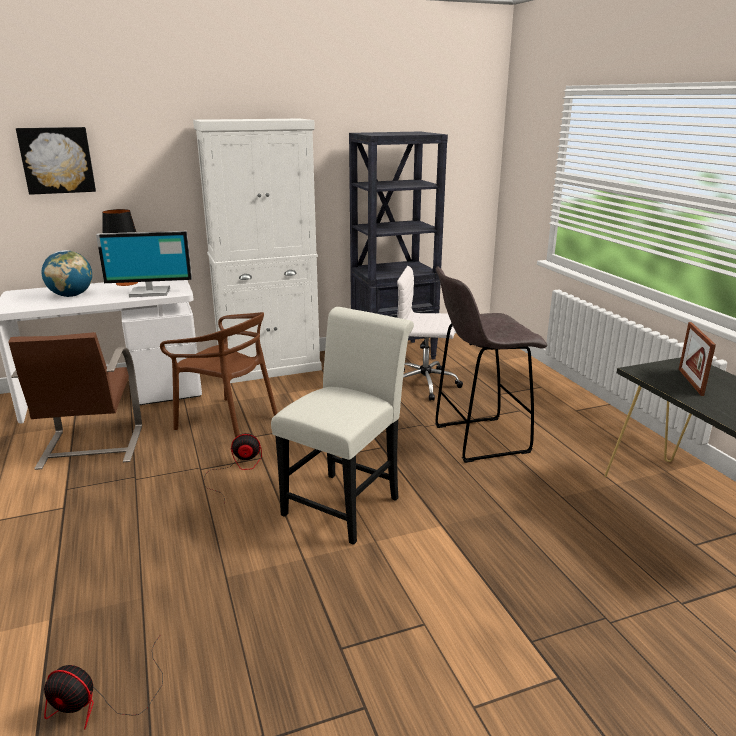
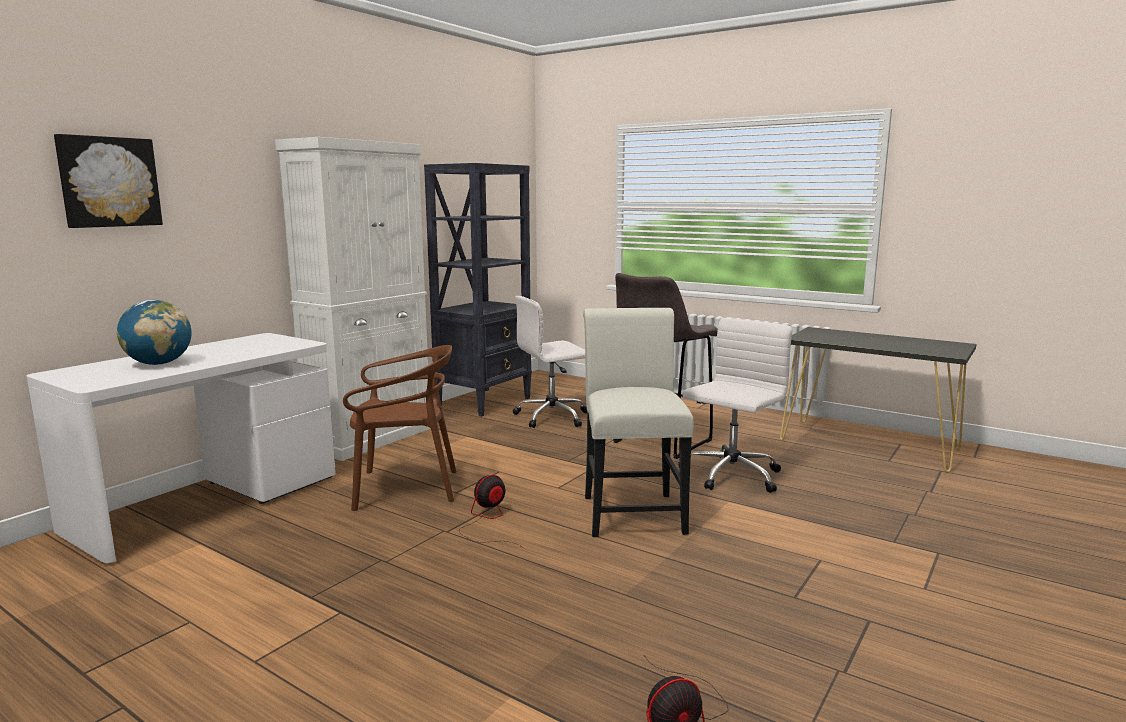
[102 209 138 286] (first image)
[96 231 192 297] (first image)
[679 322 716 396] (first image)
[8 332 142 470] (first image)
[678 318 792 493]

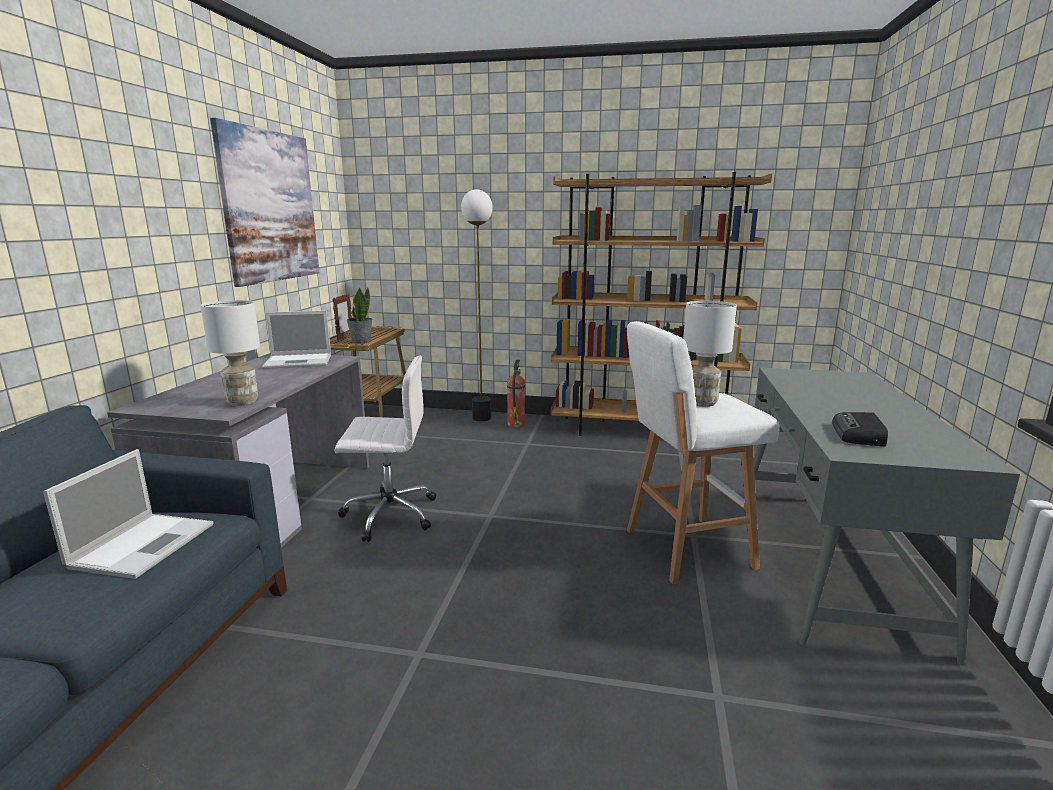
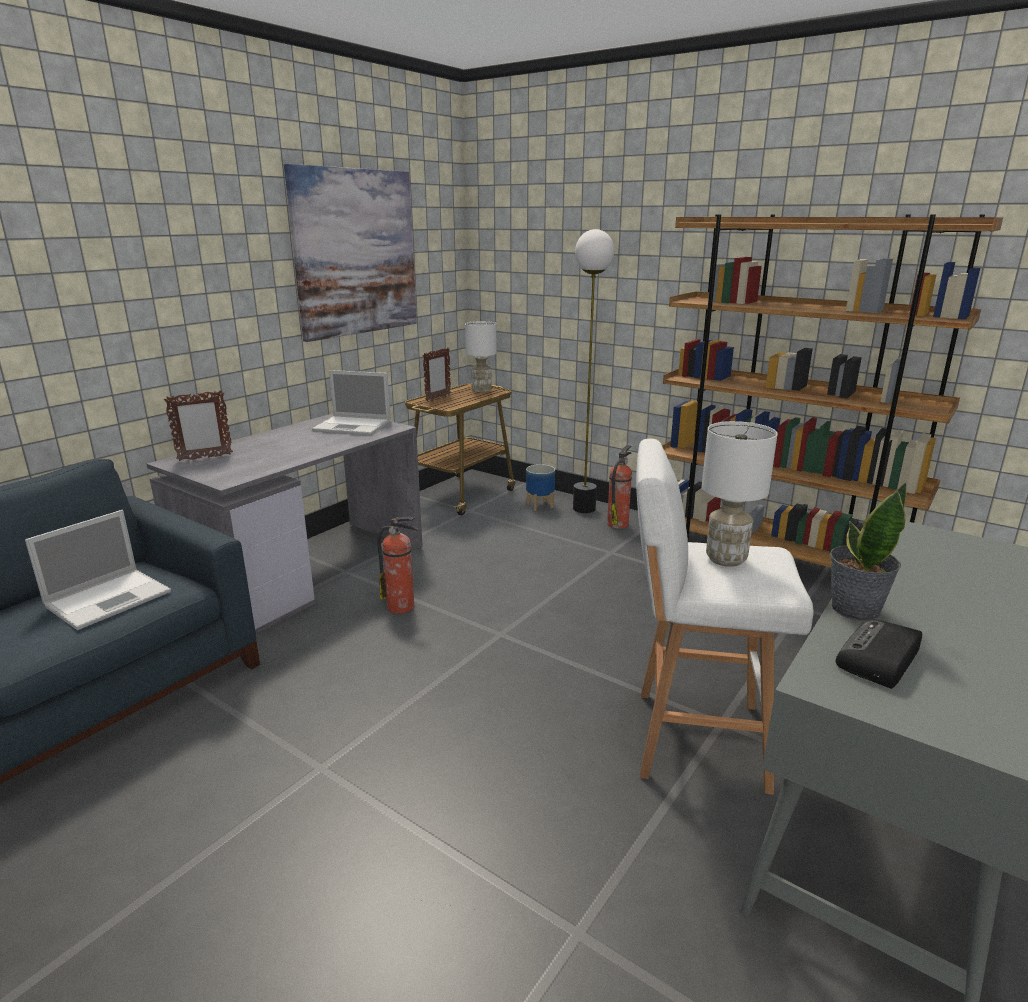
[830 482 907 621]
[465 321 497 392]
[377 517 419 614]
[164 390 233 461]
[526 464 555 511]

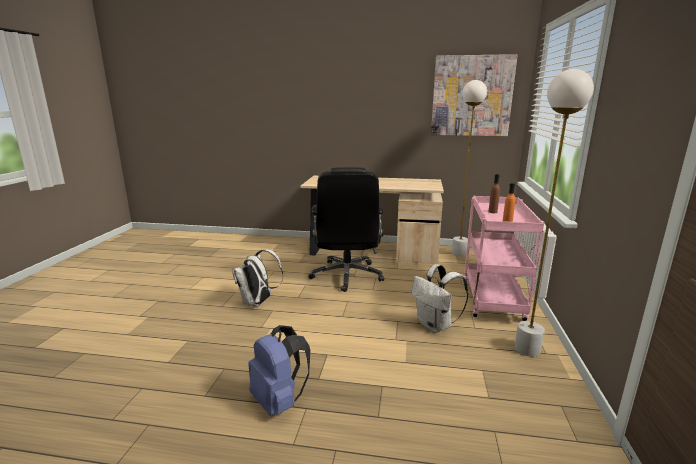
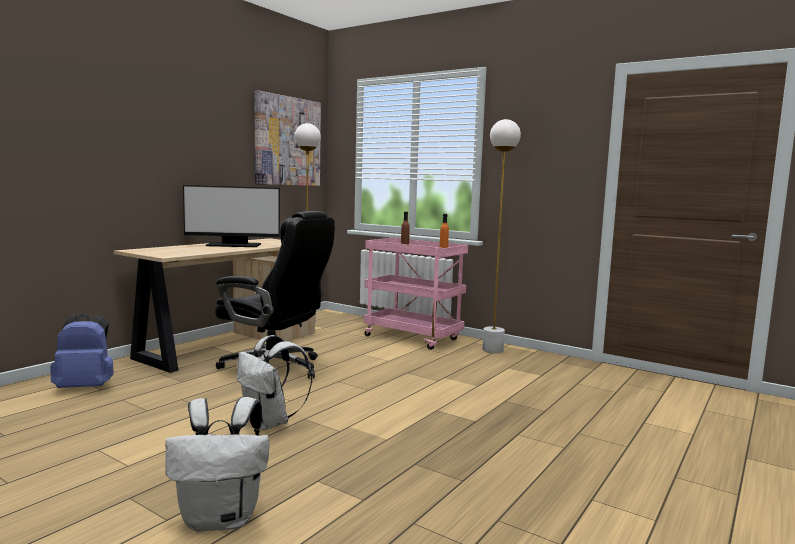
[165 397 270 532]
[50 313 114 388]
[183 185 280 247]

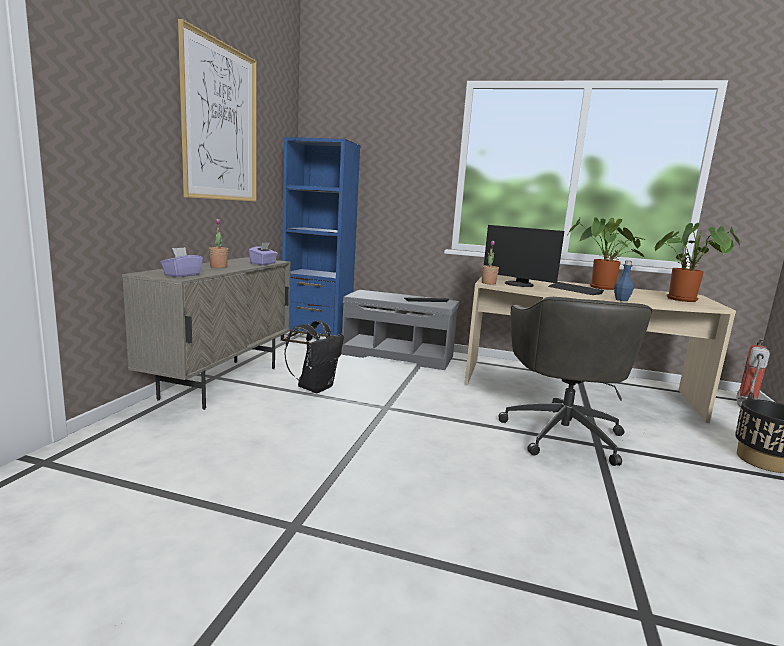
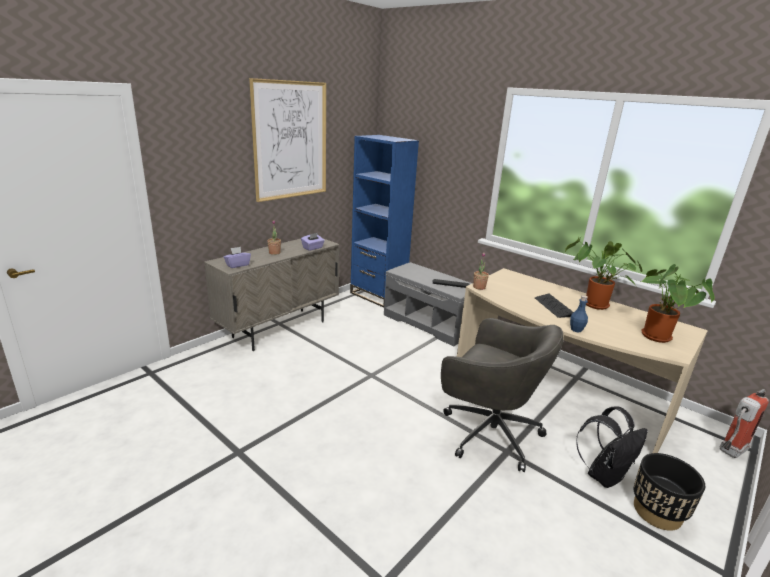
[484 225 564 287] (first image)
[441 318 563 472]
[576 406 648 488]

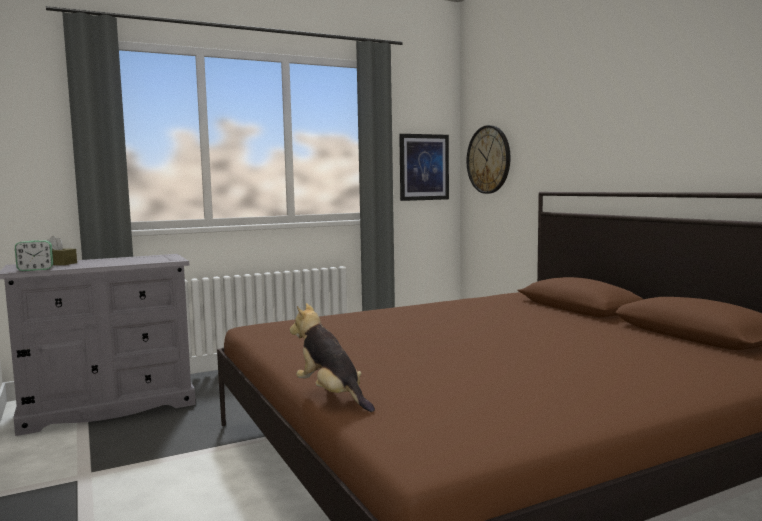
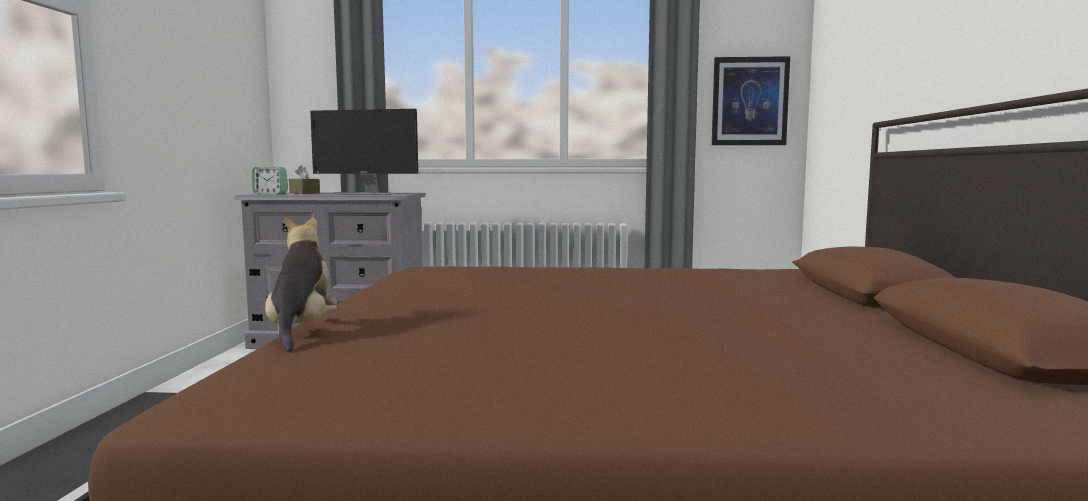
[467 125 510 194] (first image)
[310 109 418 195]

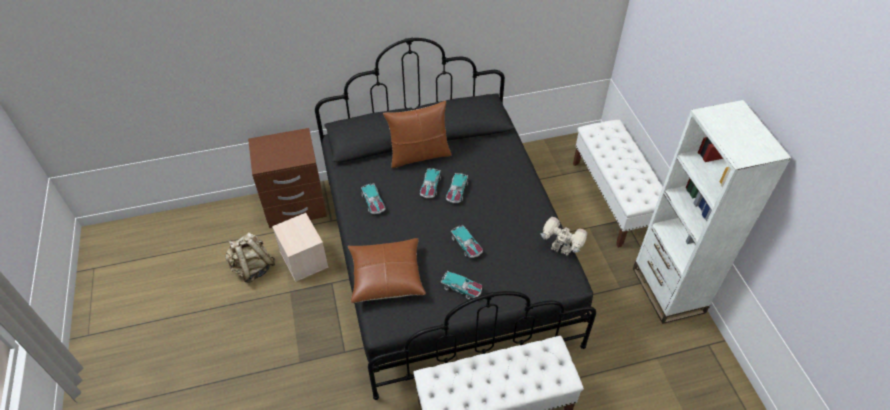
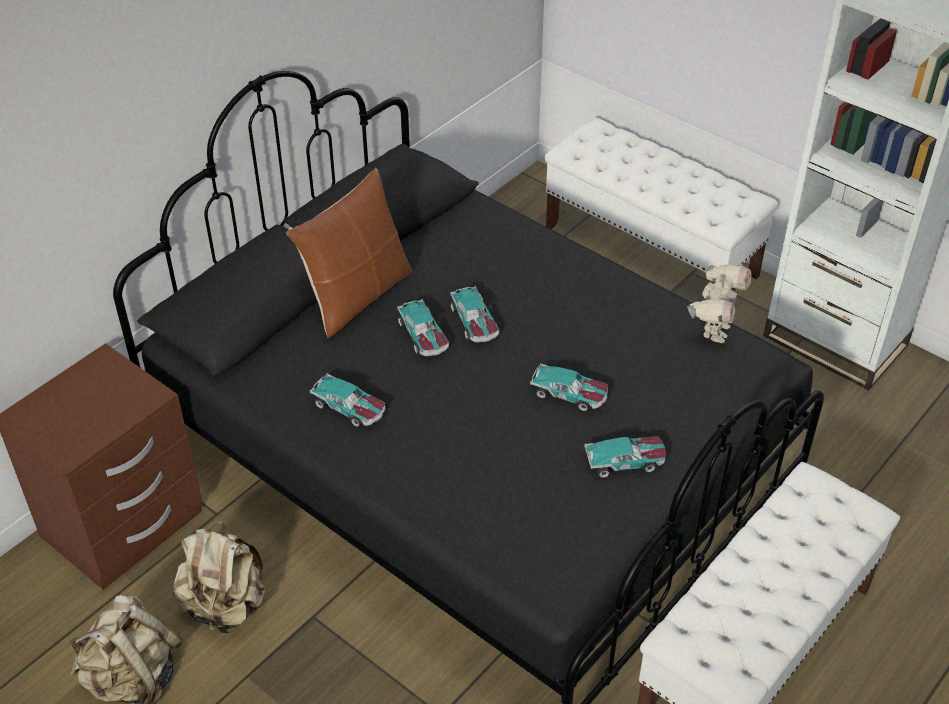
[173 521 266 636]
[687 264 752 343]
[348 238 426 303] (first image)

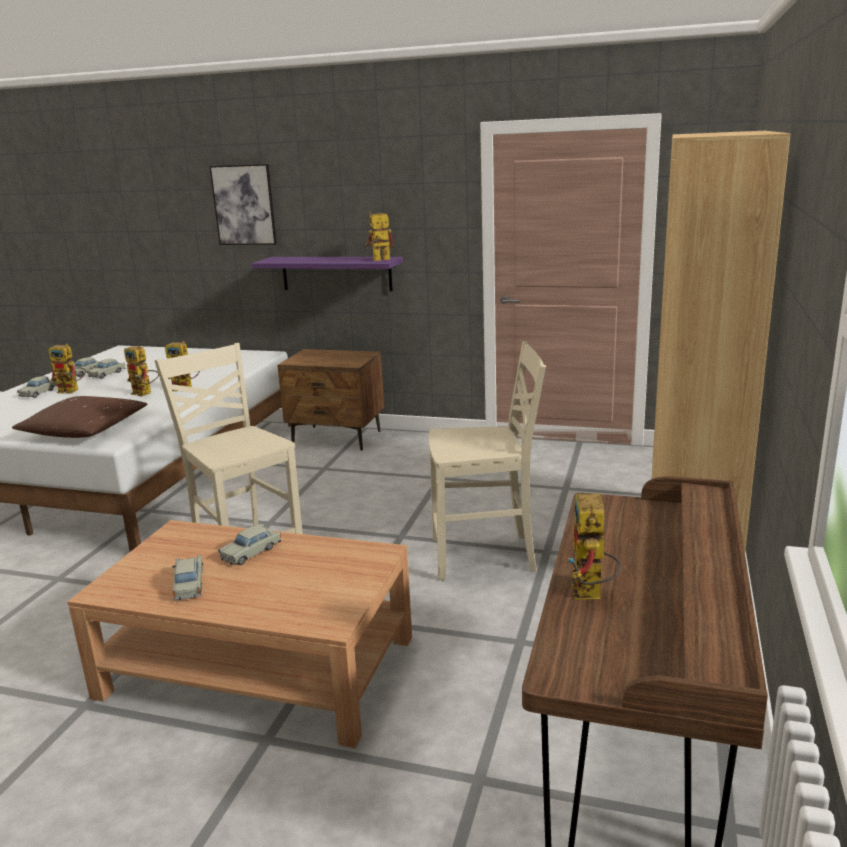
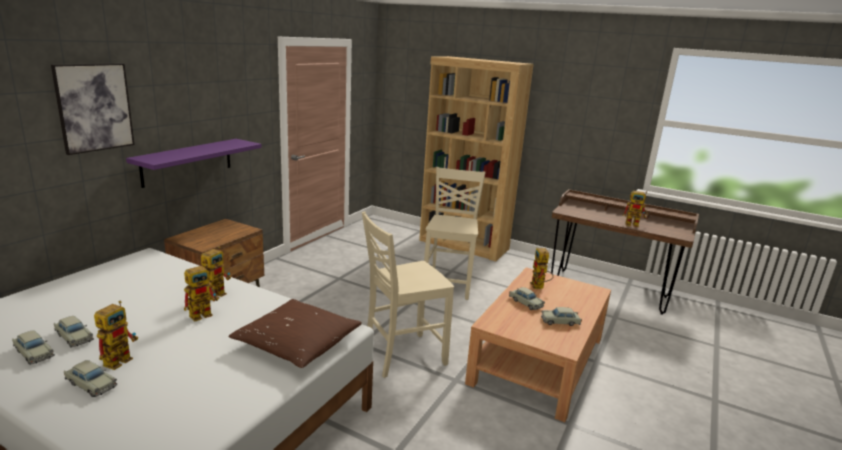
[530 248 554 289]

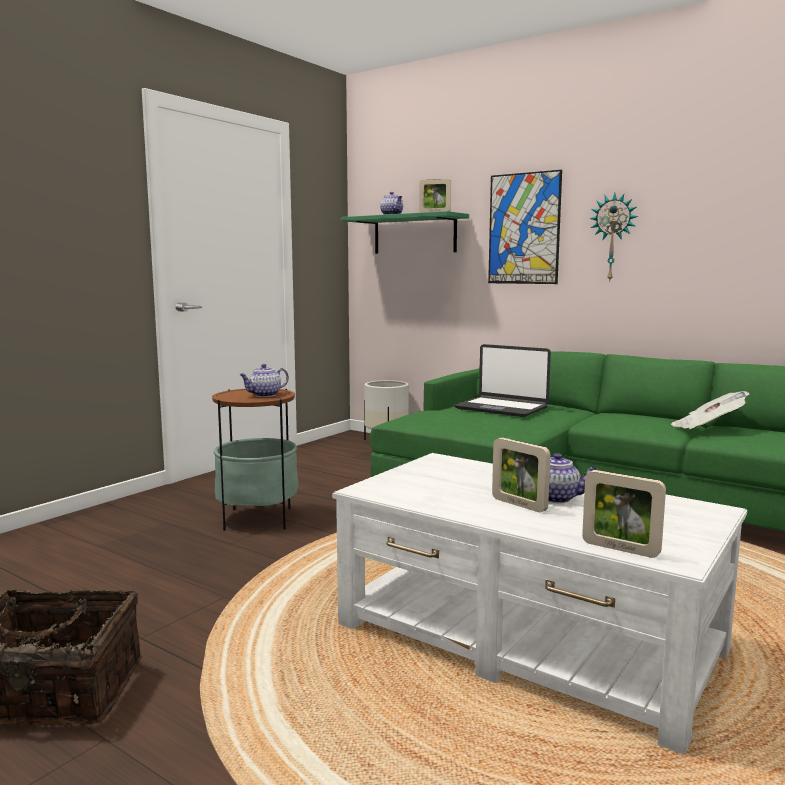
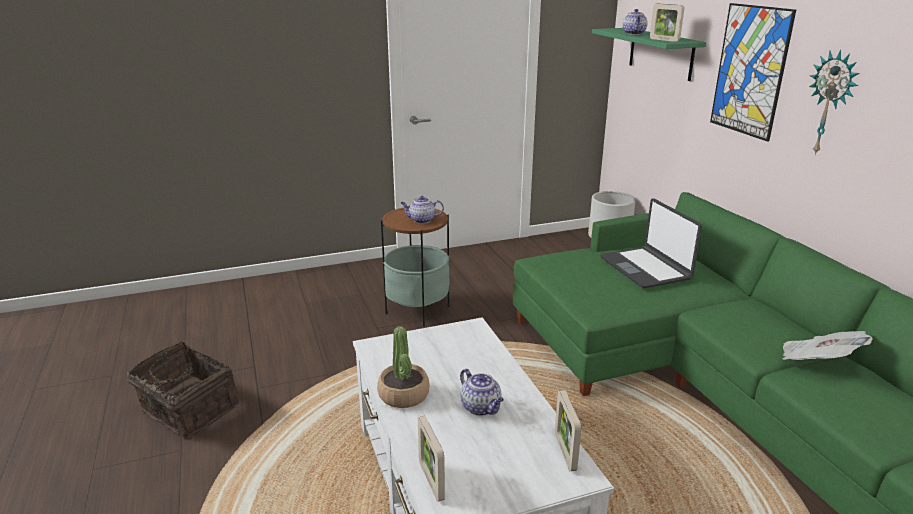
[555 390 581 471]
[377 326 429 408]

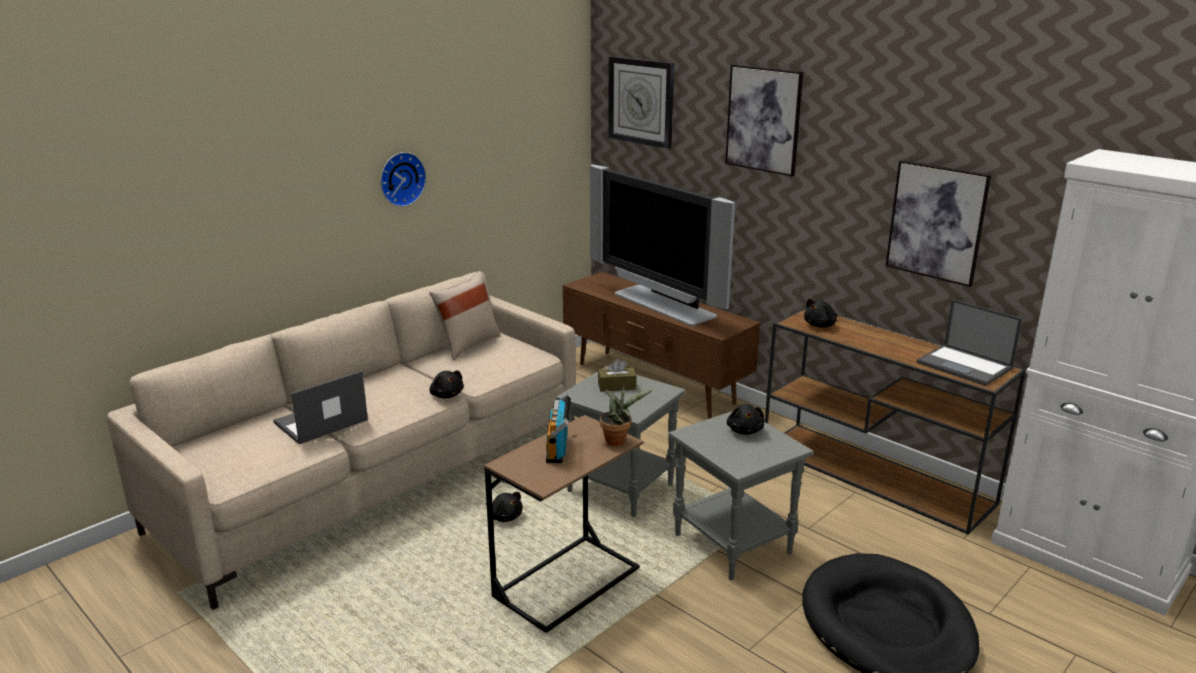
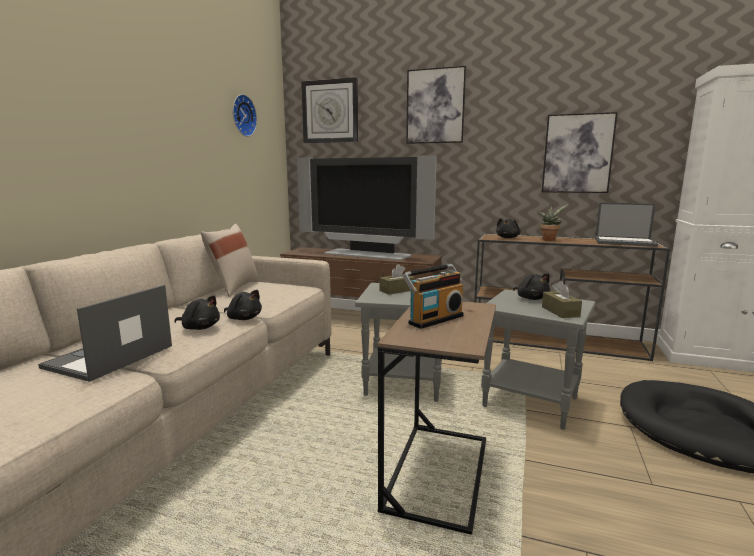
[233 94 257 137]
[537 204 568 241]
[403 264 464 329]
[174 295 220 330]
[542 281 582 318]

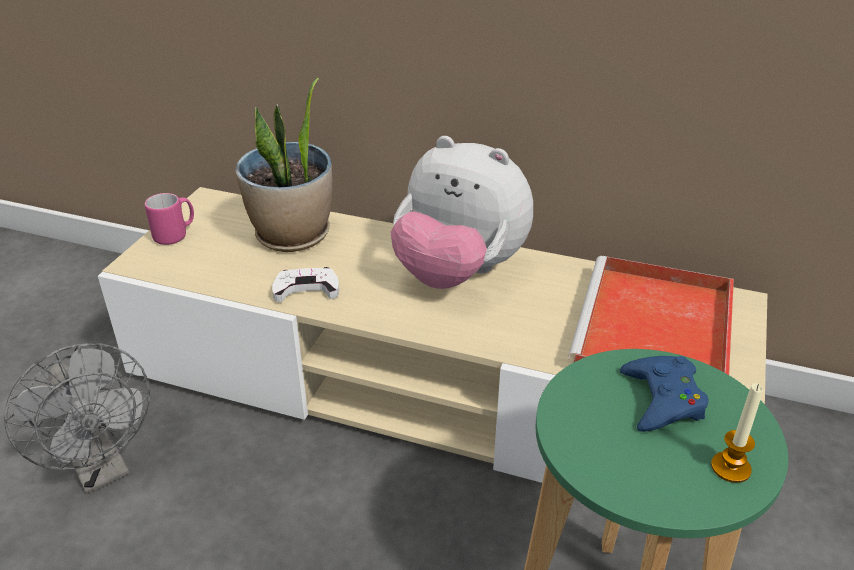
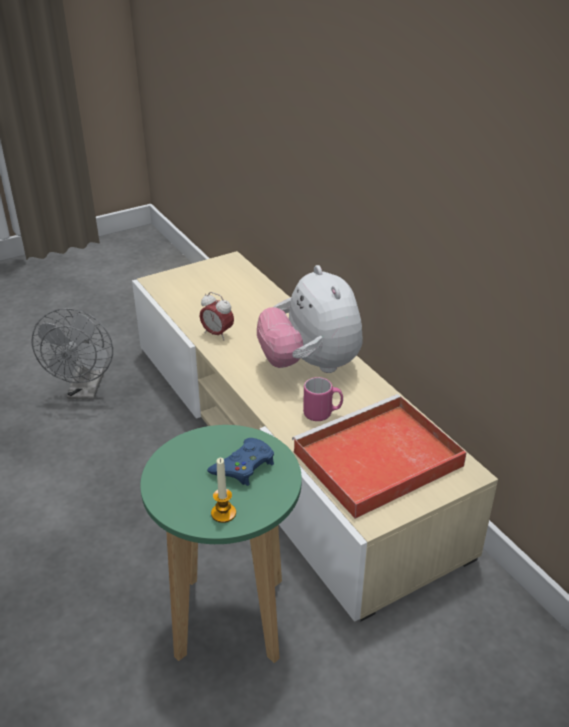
[235 78 333 252] (first image)
[303 377 343 421]
[199 292 234 340]

